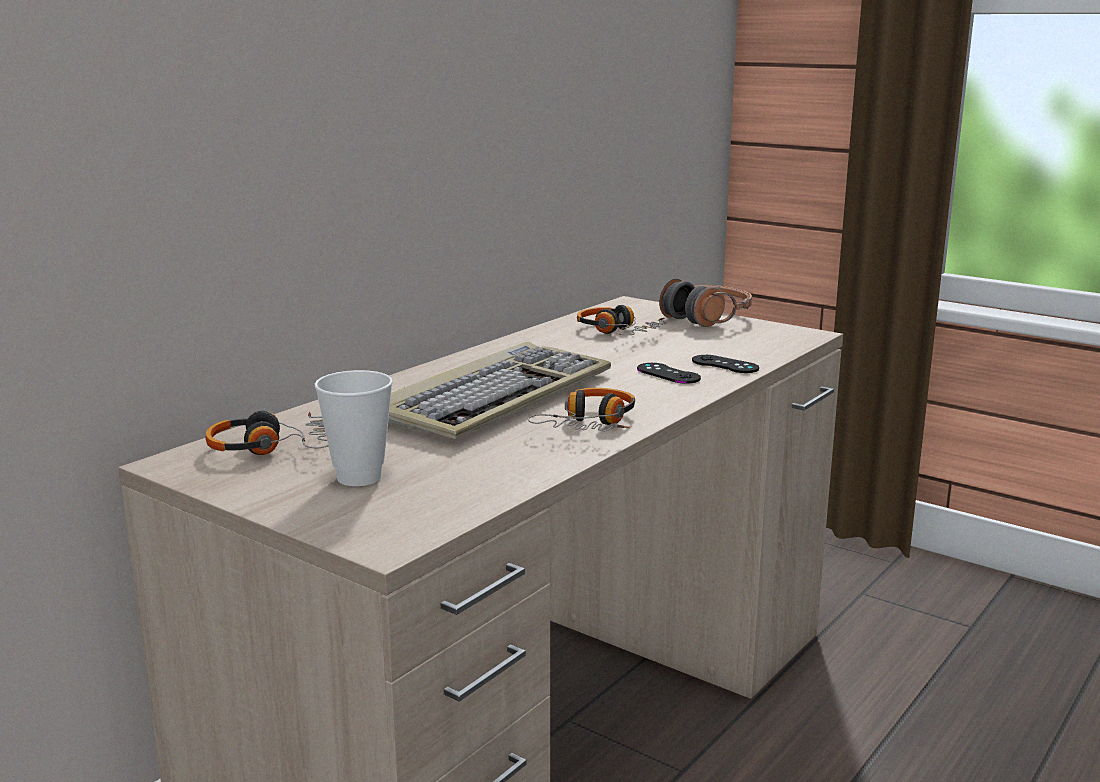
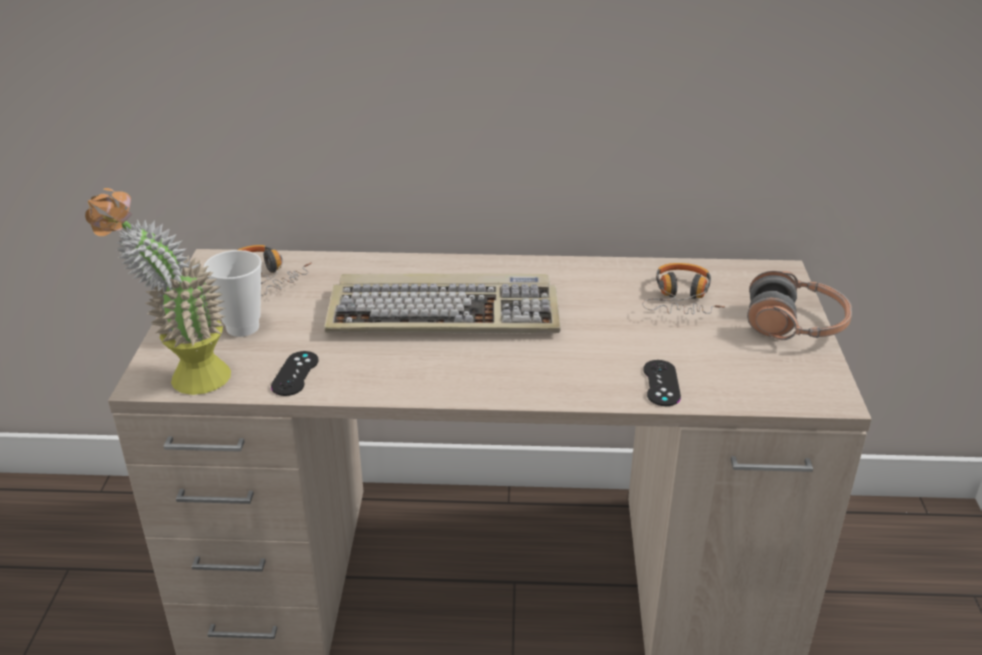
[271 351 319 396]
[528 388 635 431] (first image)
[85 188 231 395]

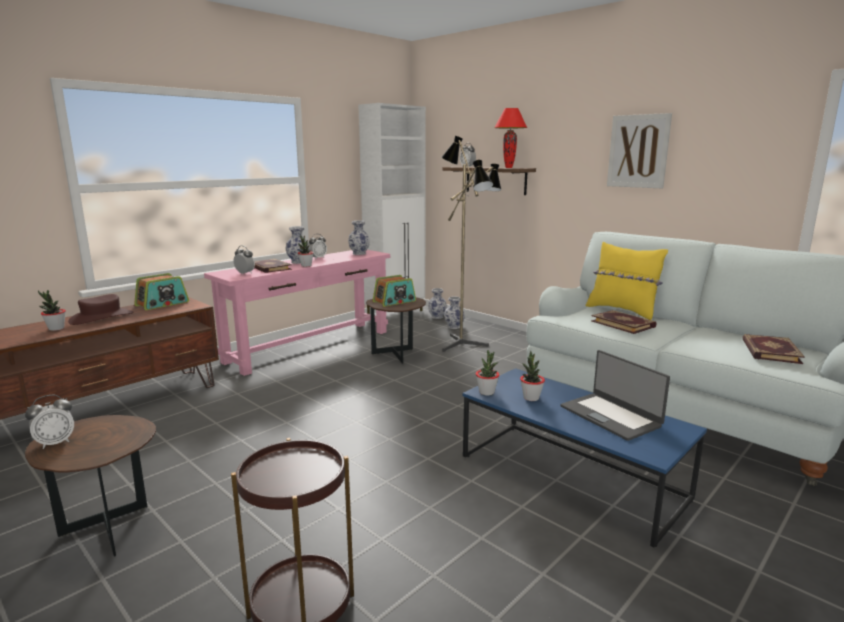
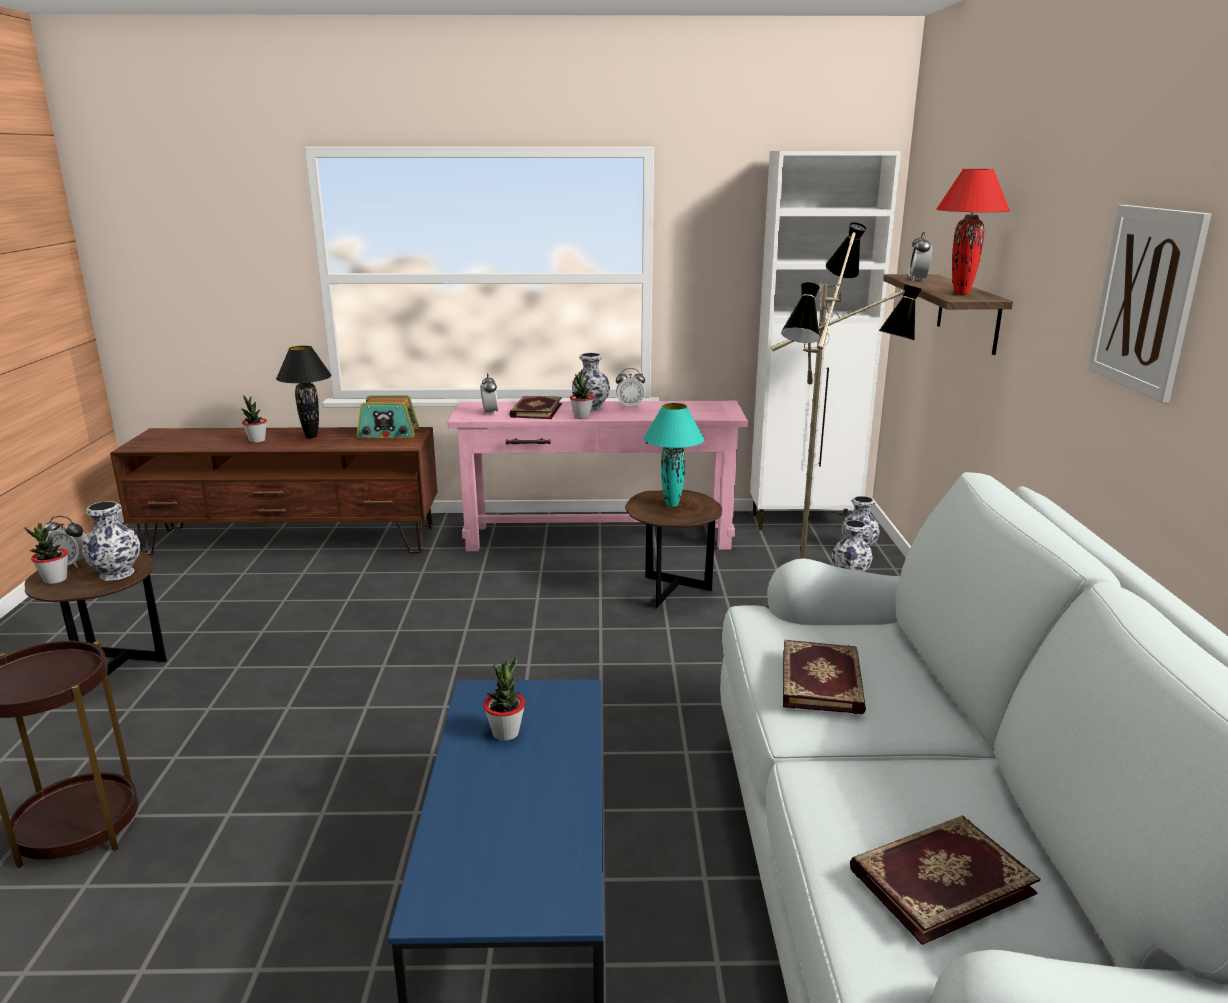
[82 501 140 581]
[586 242 668 320] (first image)
[644 403 704 507]
[276 346 332 438]
[24 523 68 584]
[561 350 670 441] (first image)

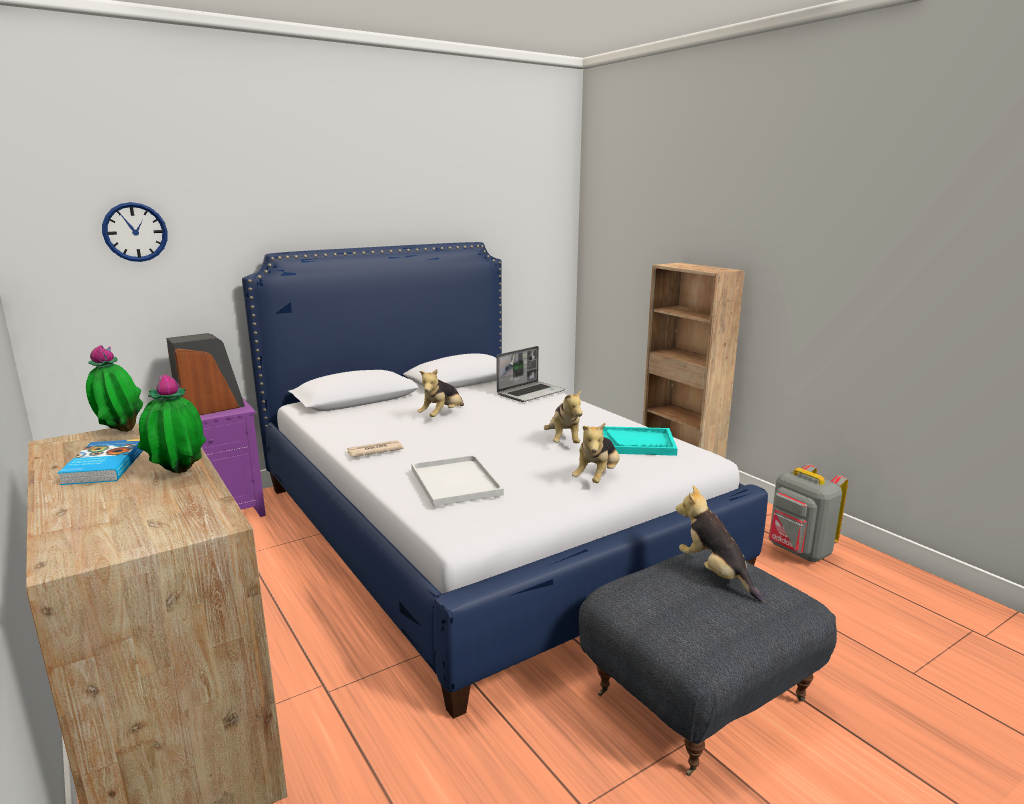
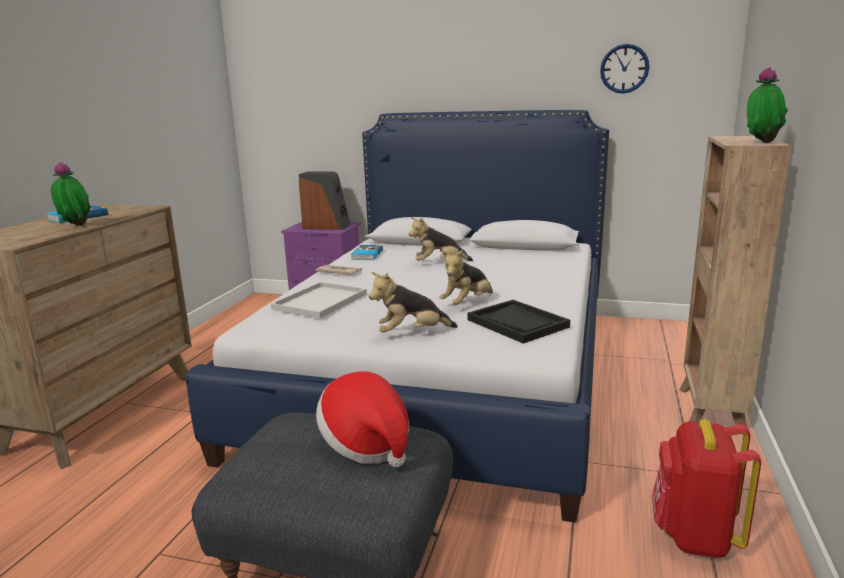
[600 44 649 94]
[747 67 788 143]
[497 346 565 402] (first image)
[468 300 570 344]
[652 419 761 558]
[316 371 409 467]
[351 245 383 260]

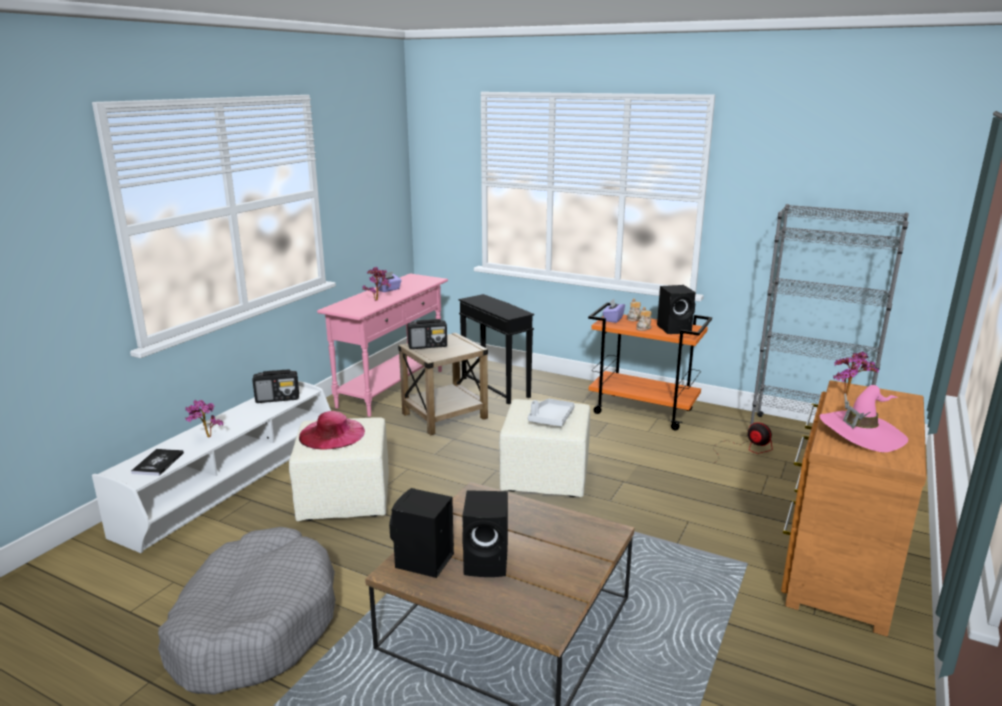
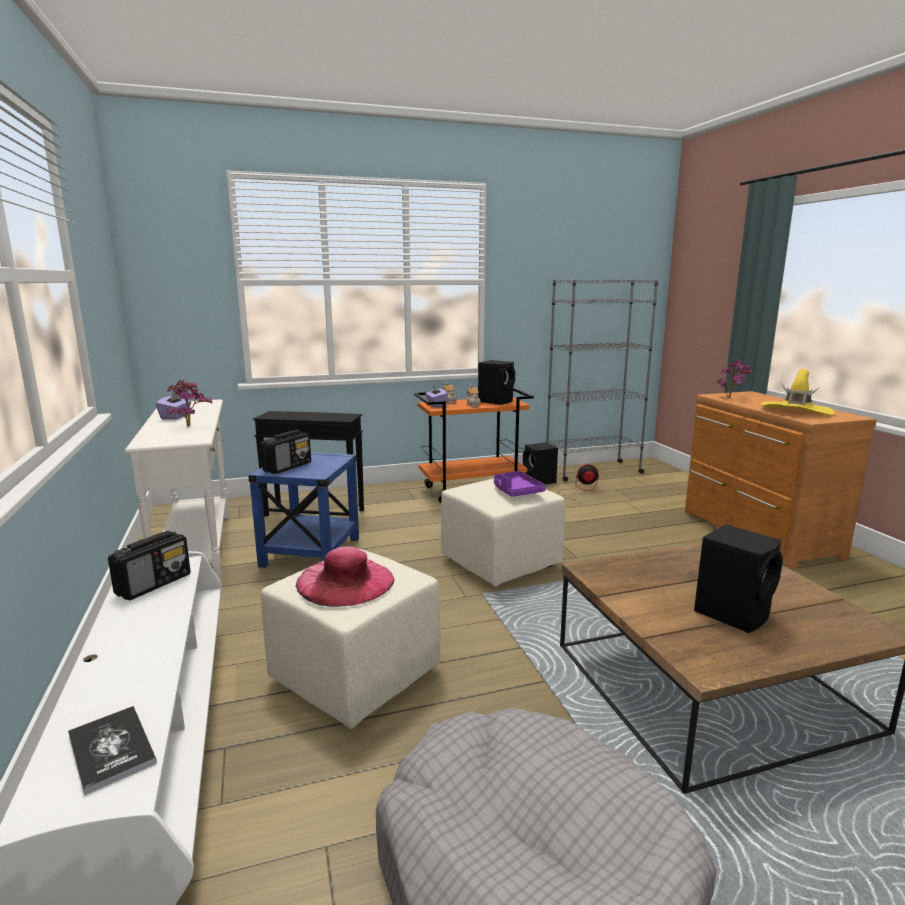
[125 399 229 584]
[248 452 359 568]
[761 369 835 415]
[494 471 546 497]
[185 400 223 438] (first image)
[523 442 558 485]

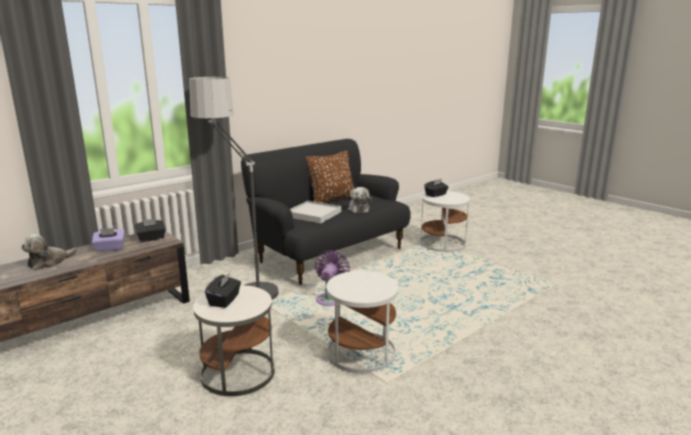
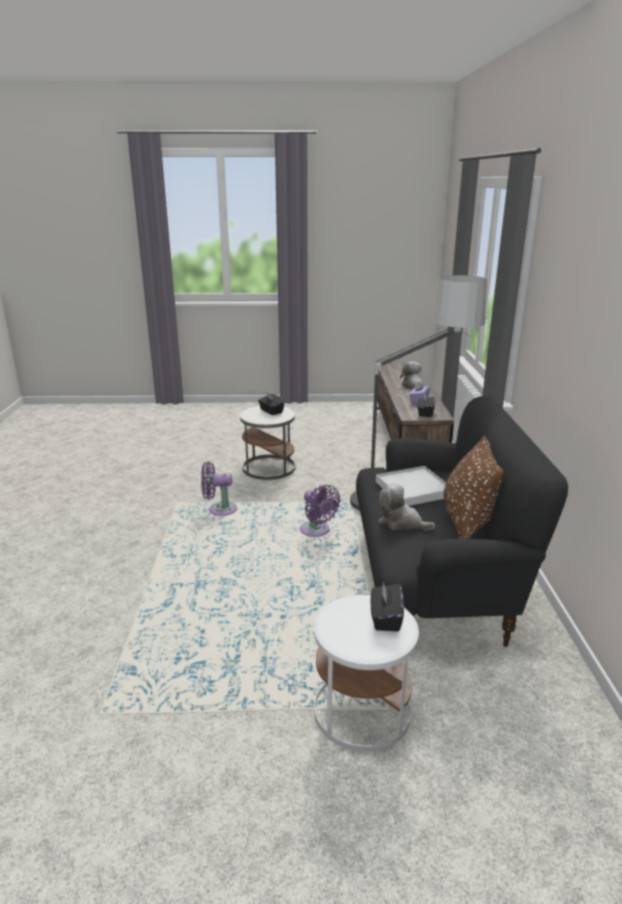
[201 461 237 516]

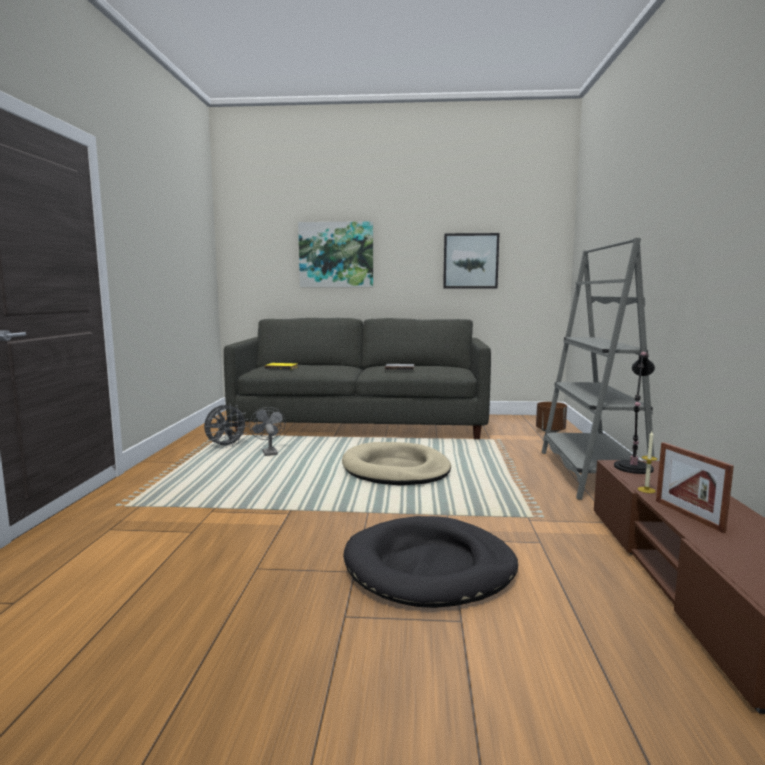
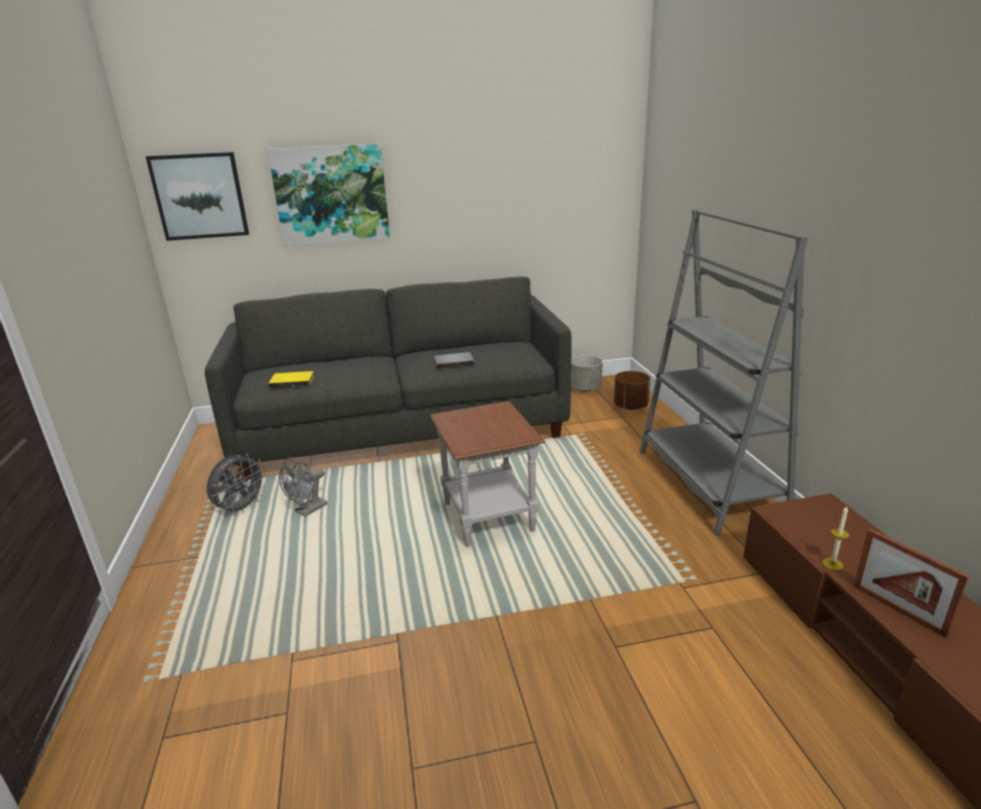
[145 152 249 241]
[614 352 655 474] (first image)
[279 457 328 517]
[430 401 545 547]
[343 516 518 608] (first image)
[571 355 603 392]

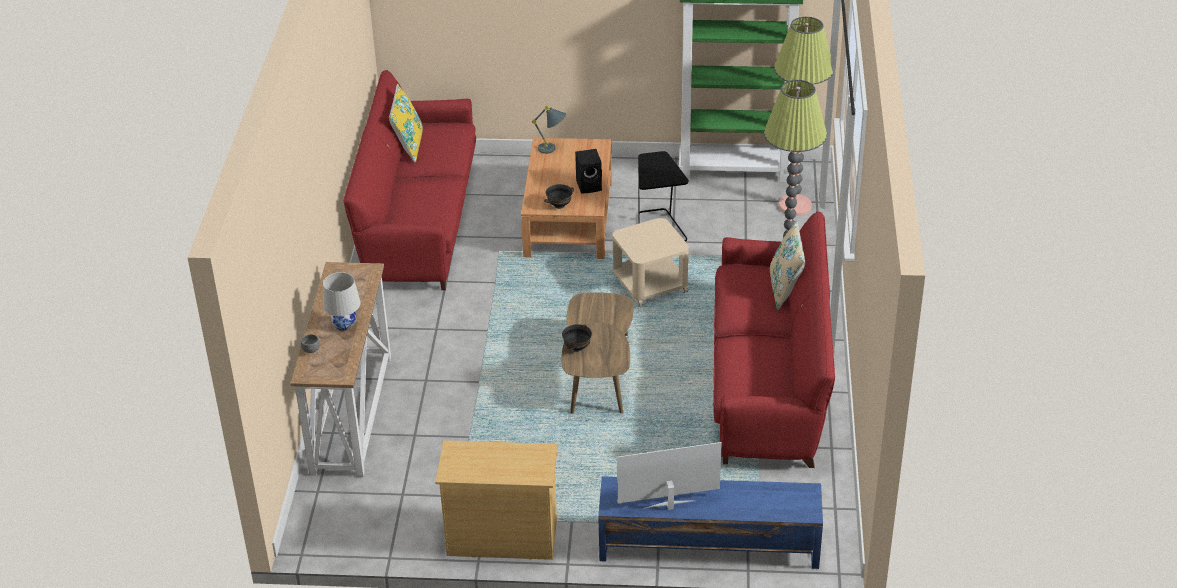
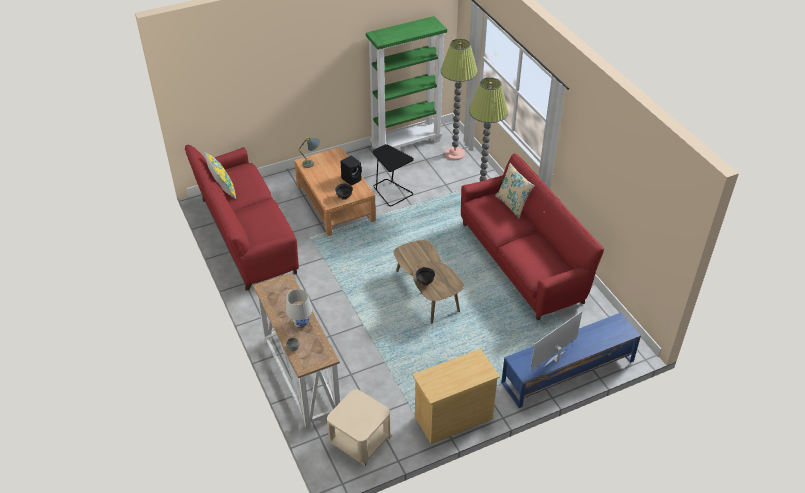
[327 389 392 466]

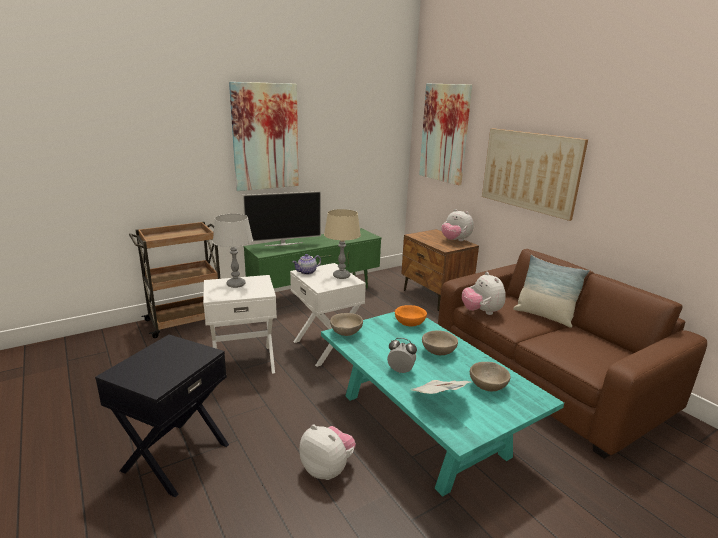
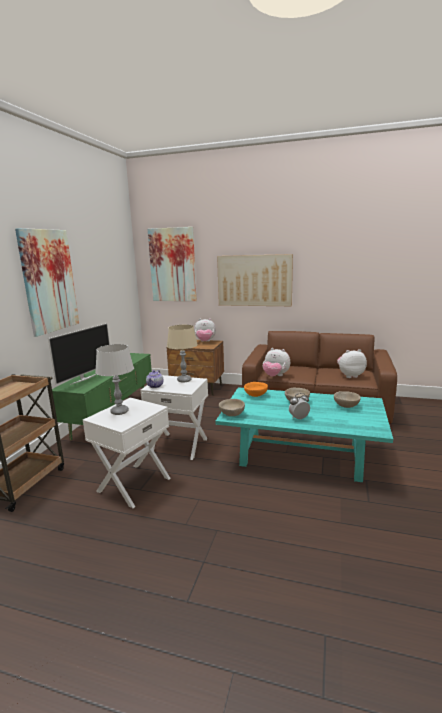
[513 255 589 328] (first image)
[95 334 229 497] (first image)
[411 380 471 394] (first image)
[337 349 367 378]

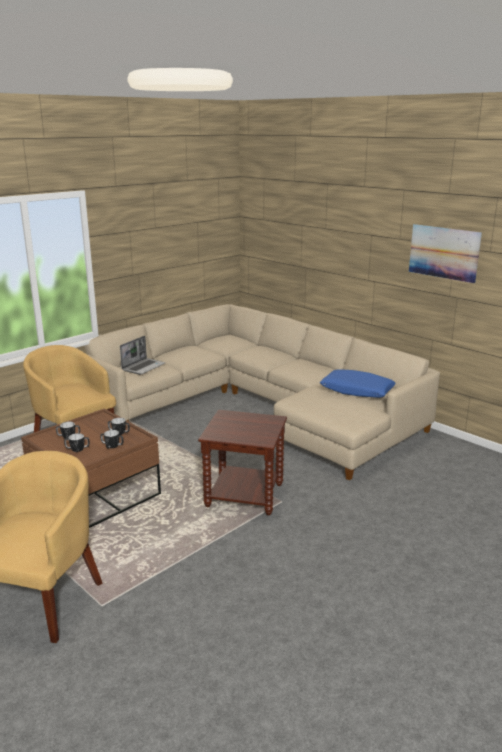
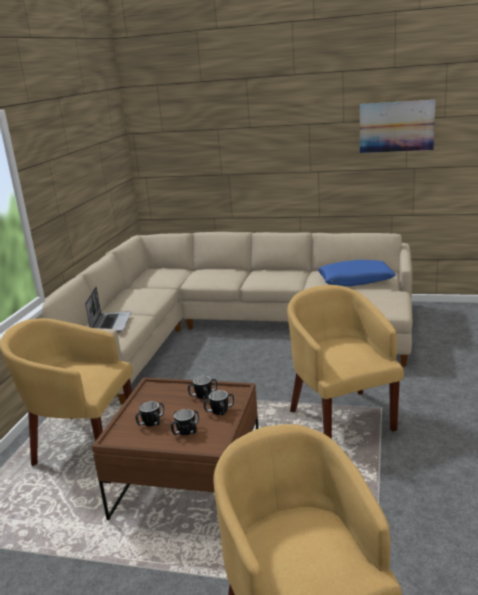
[287 285 404 439]

